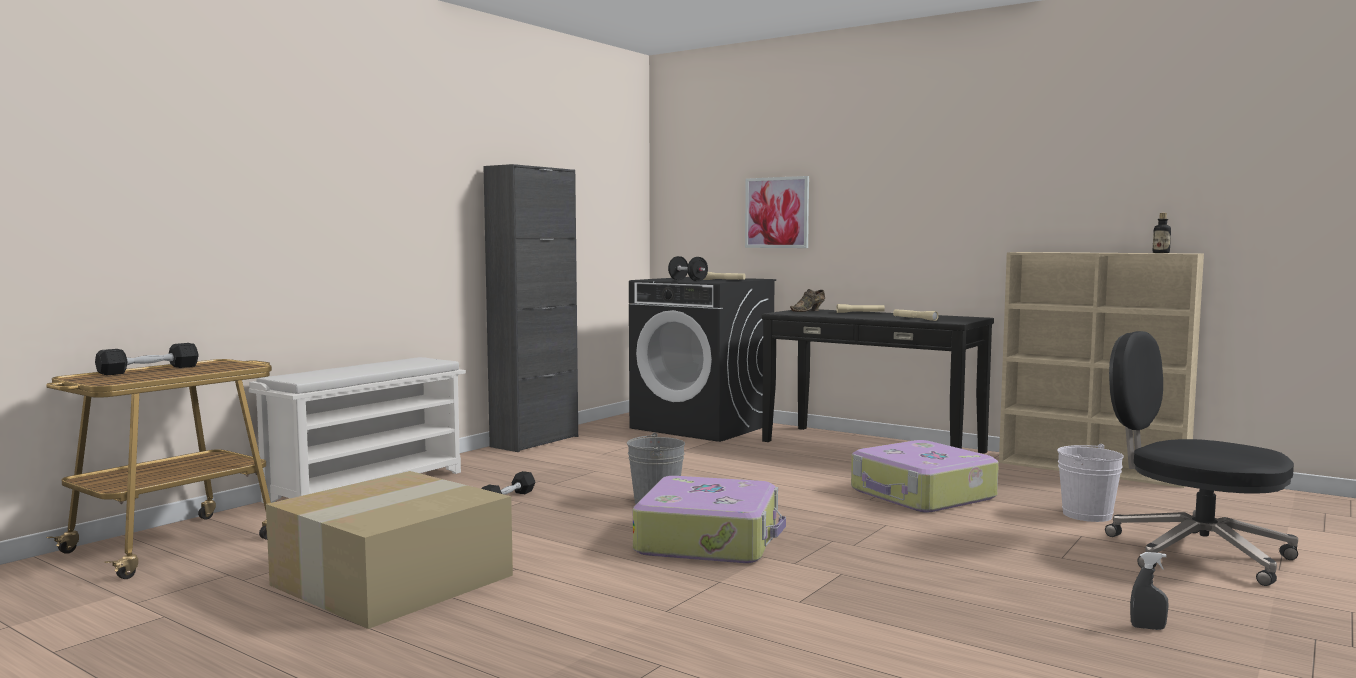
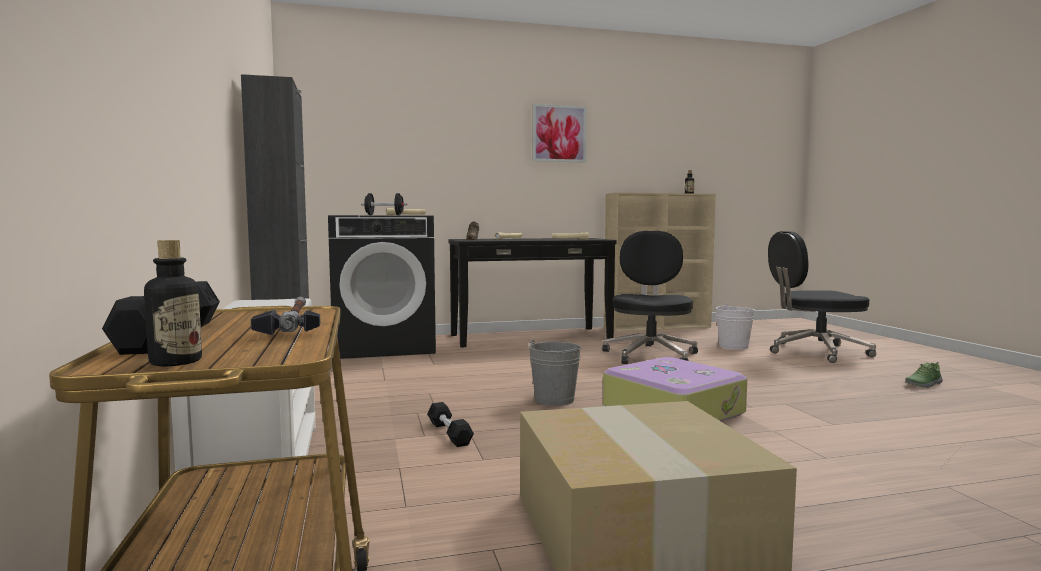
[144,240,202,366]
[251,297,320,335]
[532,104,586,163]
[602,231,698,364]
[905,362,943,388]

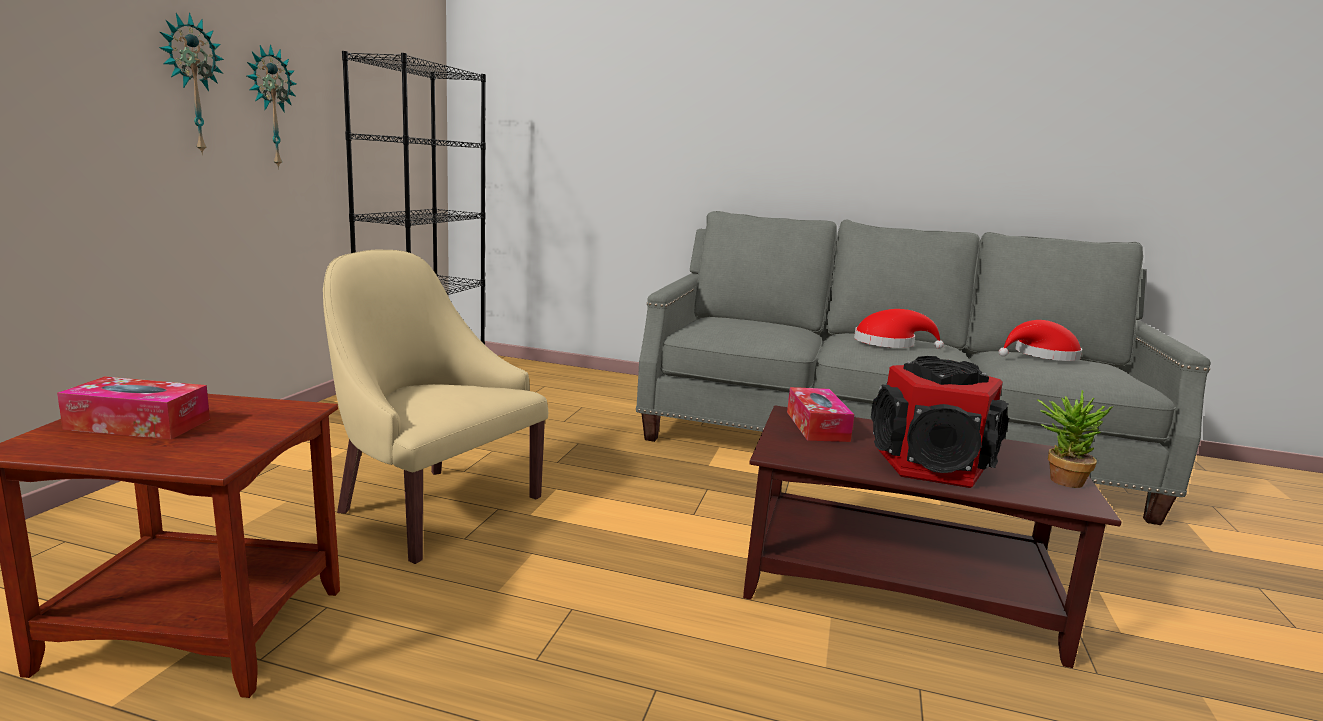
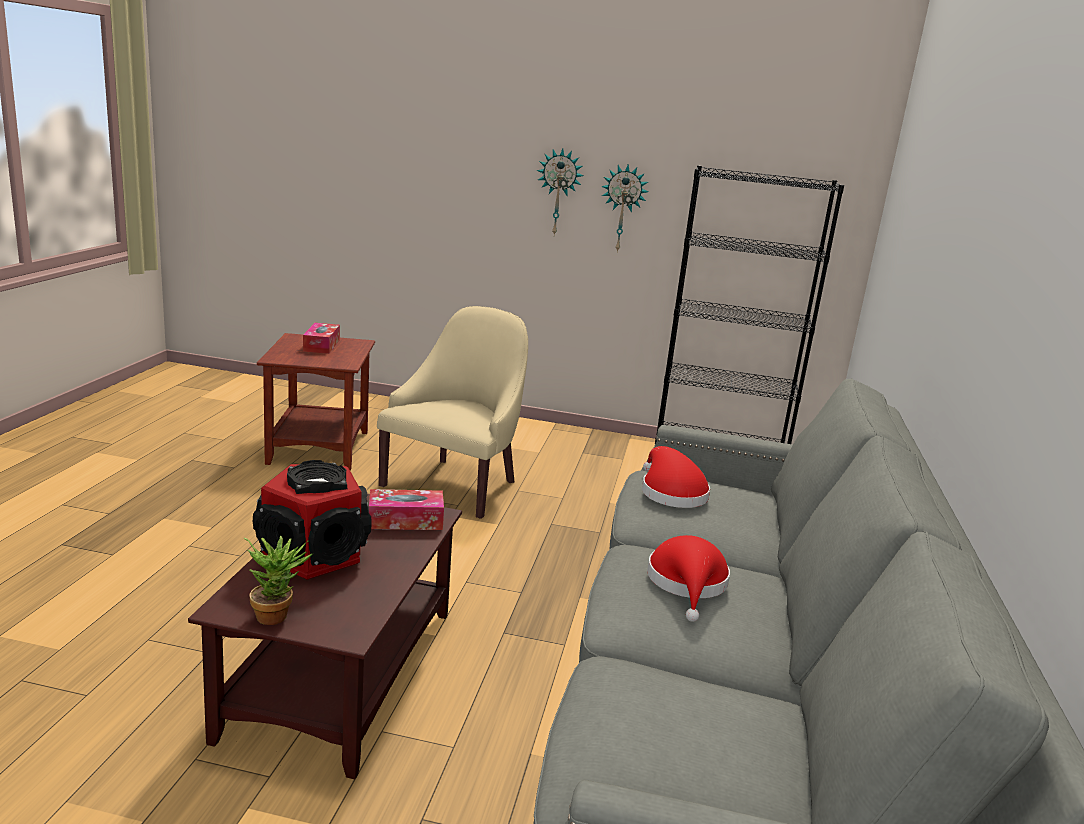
[642,446,710,508]

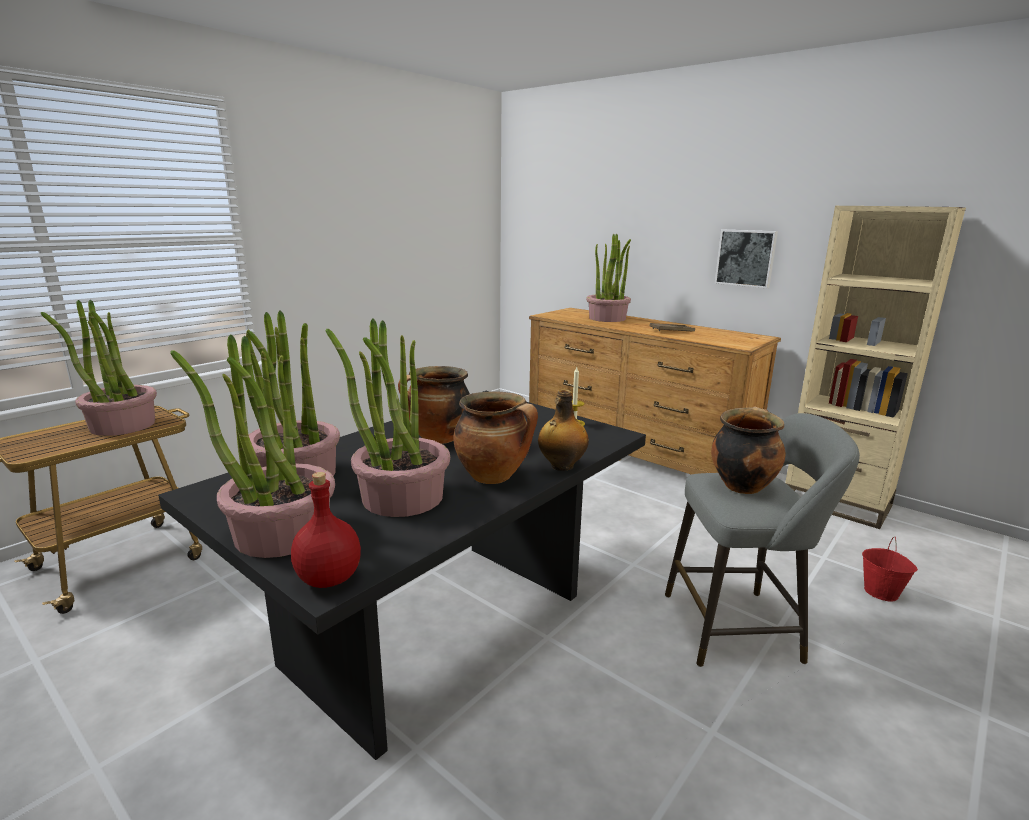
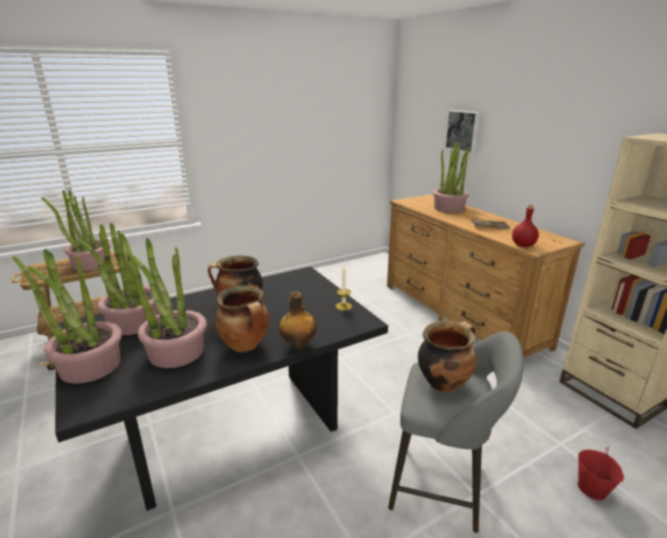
[445,110,480,153]
[512,205,539,247]

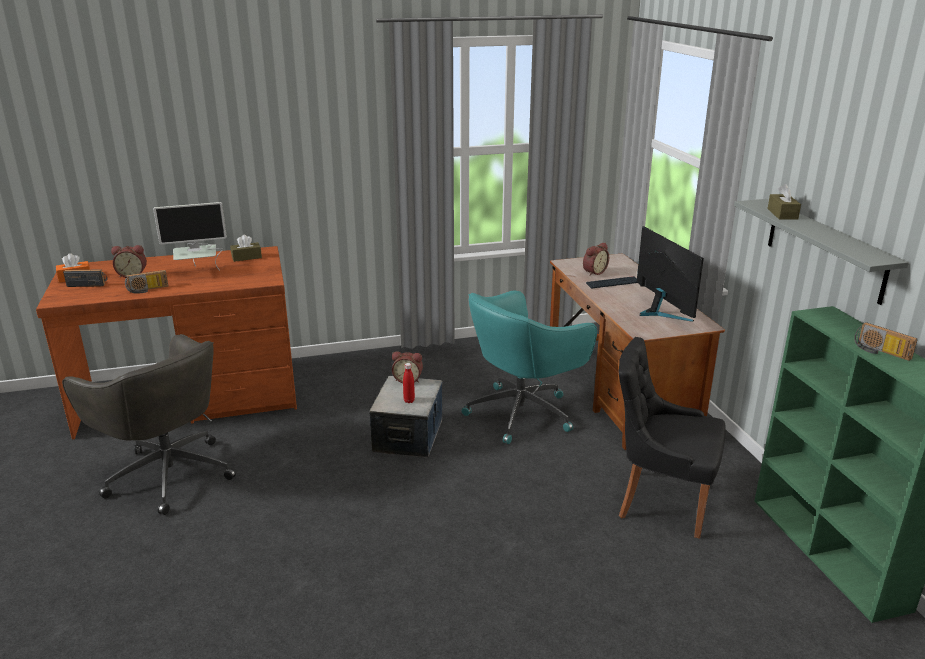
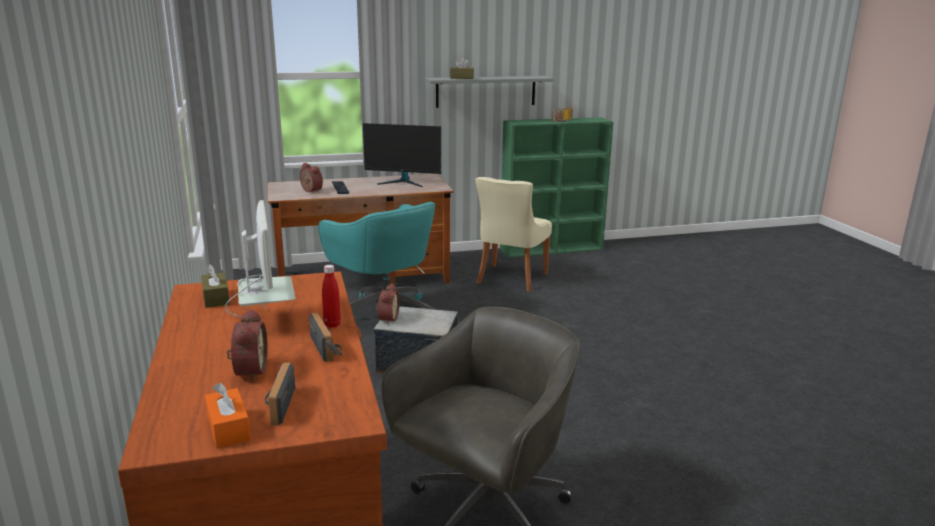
[322,265,341,328]
[363,123,441,187]
[475,177,552,292]

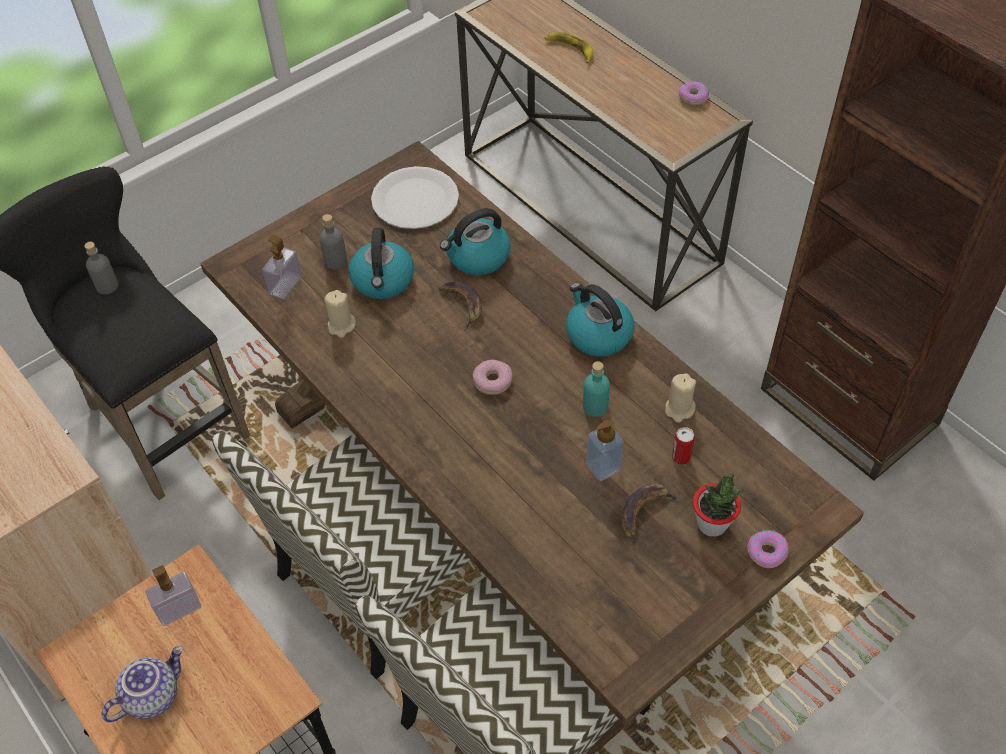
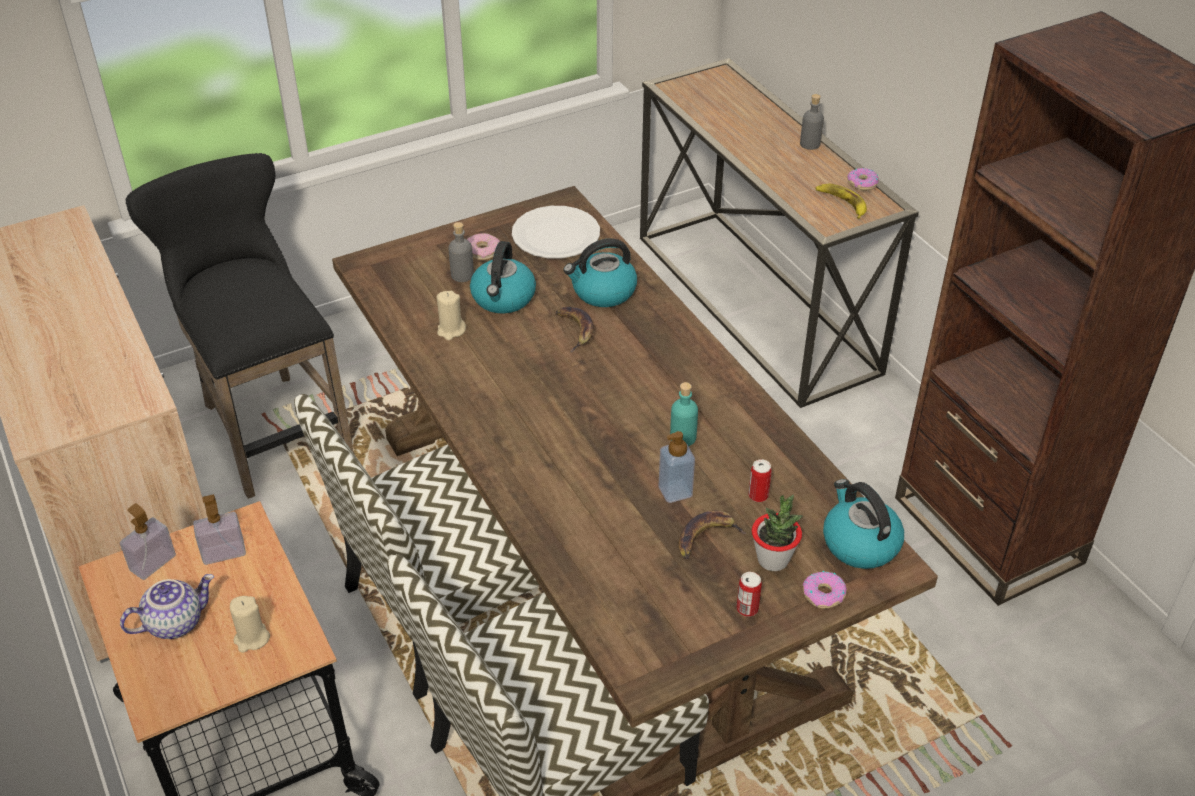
[120,503,176,580]
[230,596,270,653]
[467,233,500,261]
[737,572,762,617]
[800,94,824,150]
[815,184,867,219]
[823,479,904,569]

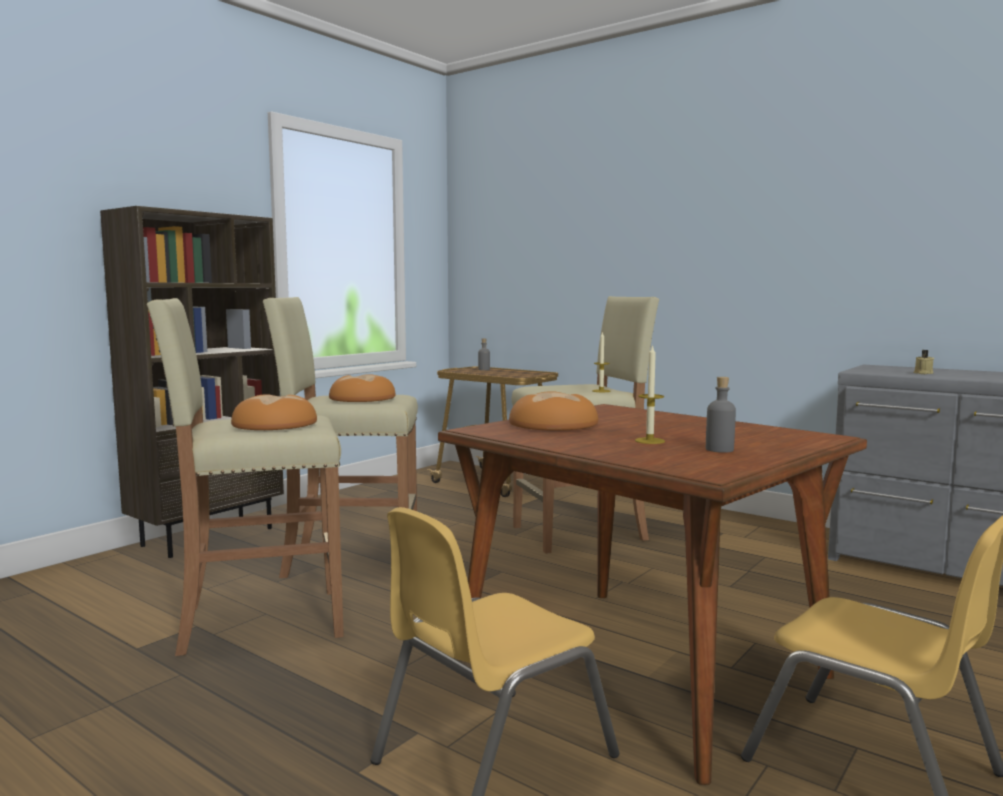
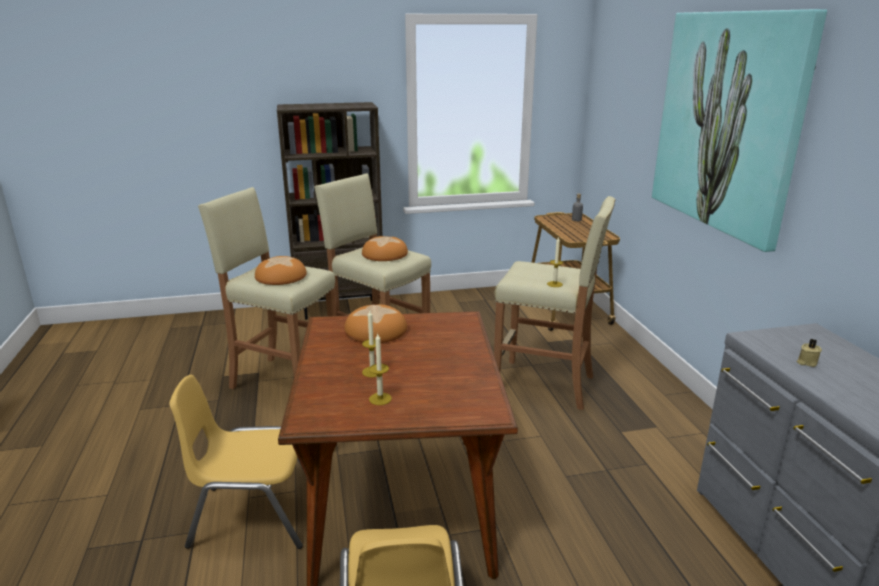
[369,334,392,405]
[652,9,827,252]

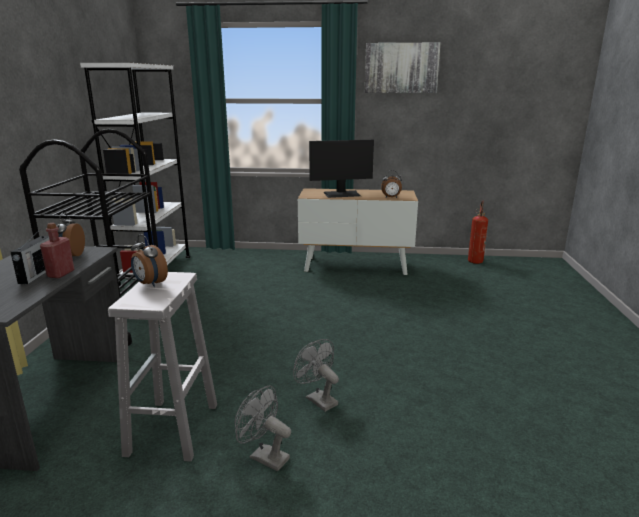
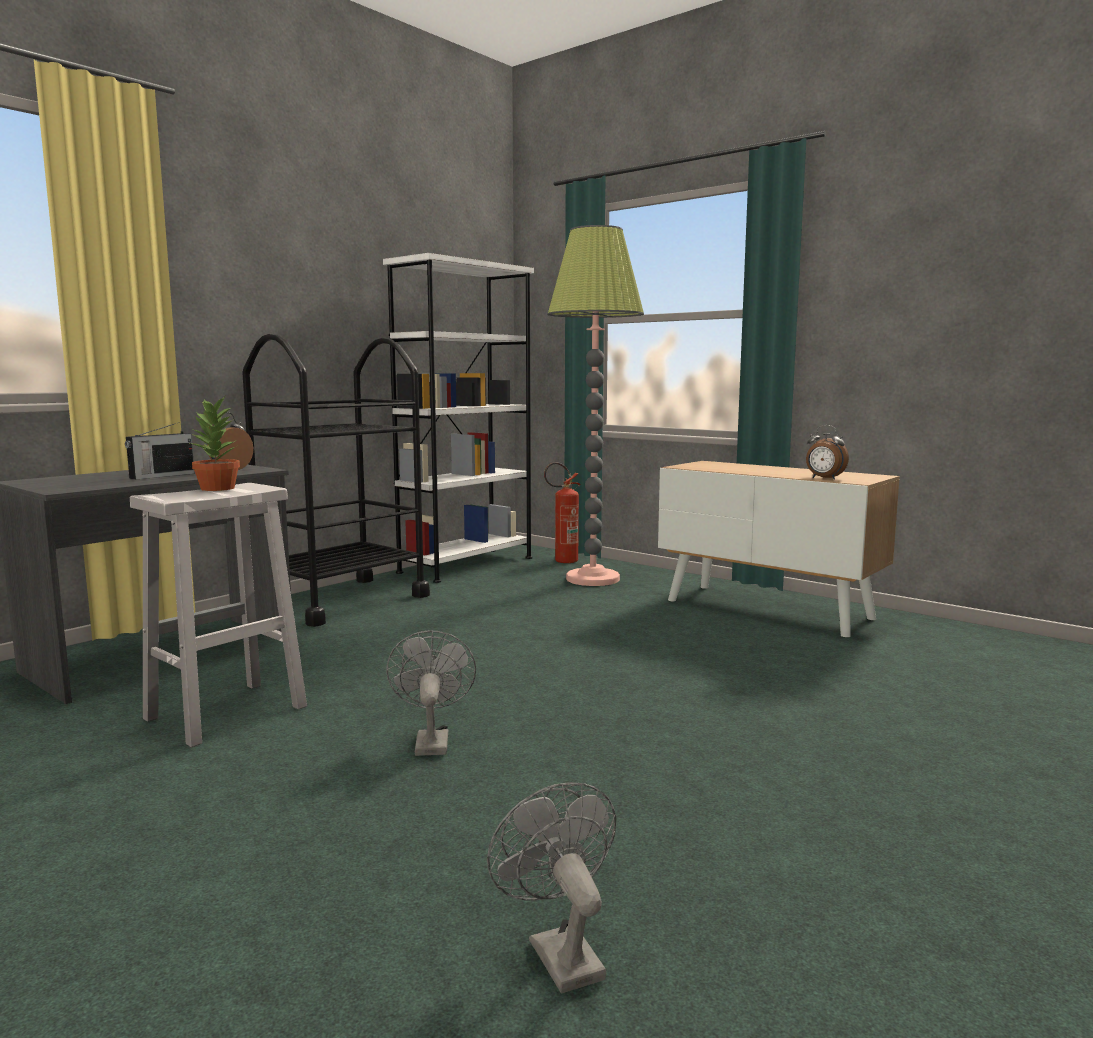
[190,396,240,491]
[487,782,616,993]
[544,462,581,563]
[548,225,644,586]
[40,223,74,278] (first image)
[309,140,374,198] (first image)
[365,43,441,93] (first image)

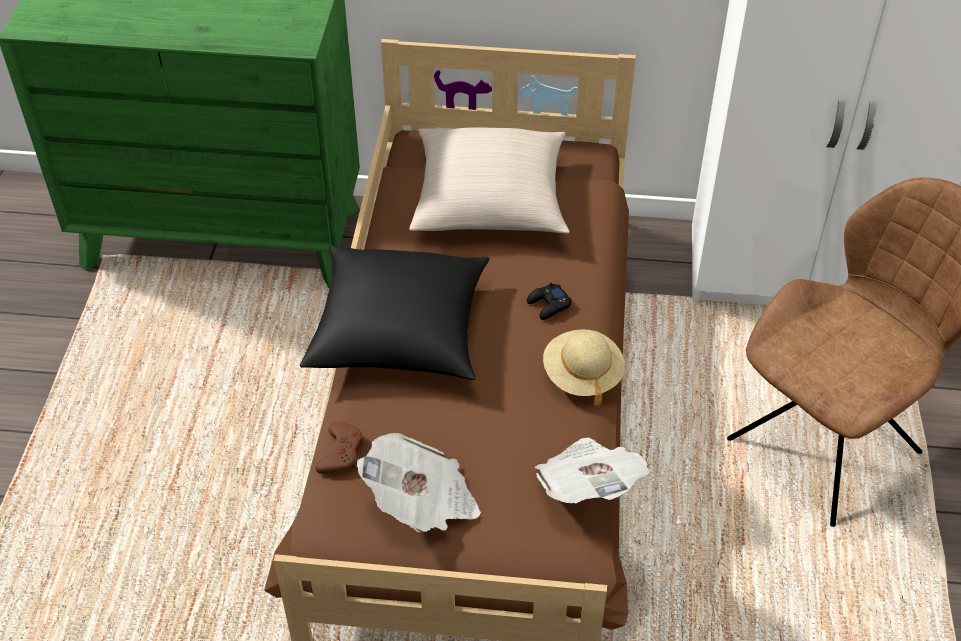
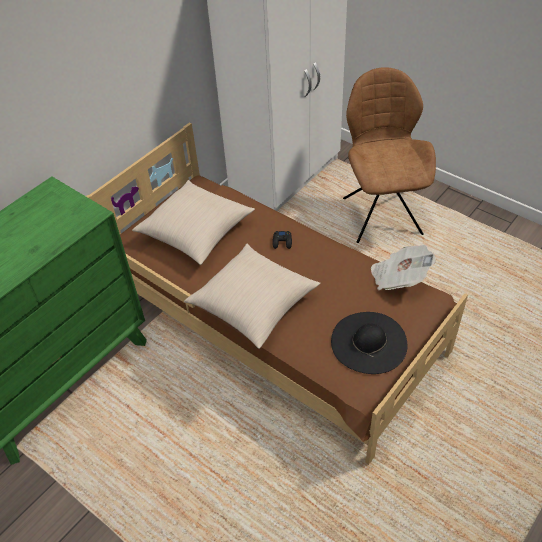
[184,244,320,349]
[331,312,408,374]
[315,422,362,474] (first image)
[543,329,625,406] (first image)

